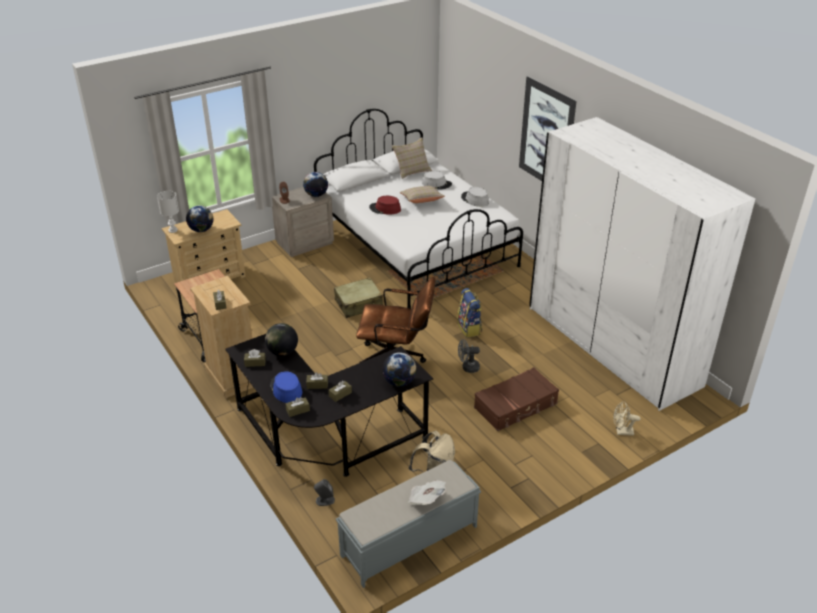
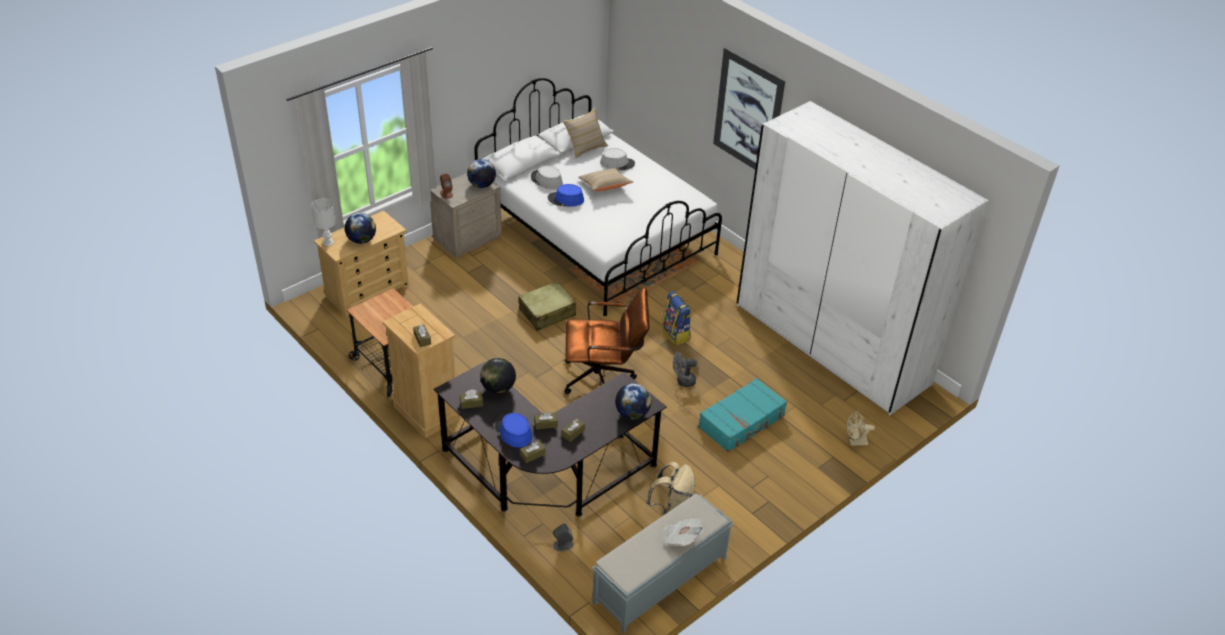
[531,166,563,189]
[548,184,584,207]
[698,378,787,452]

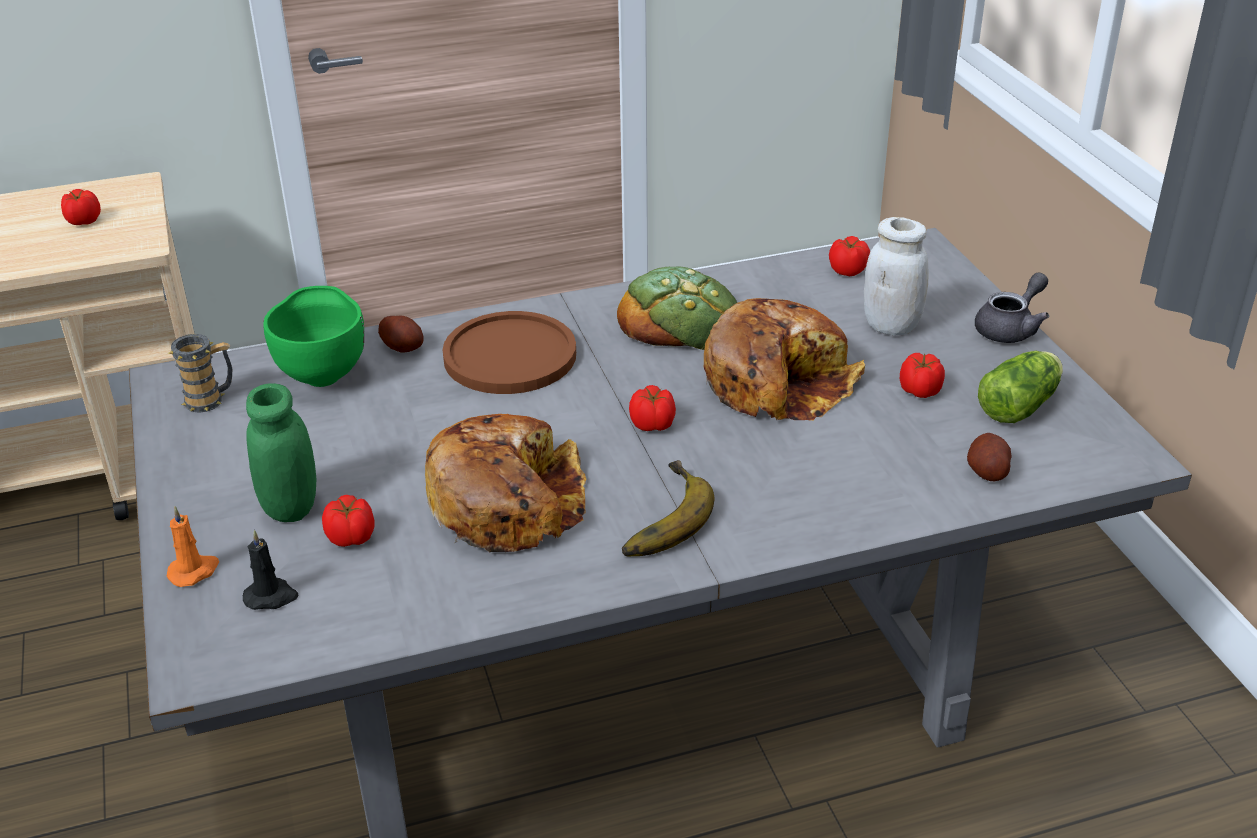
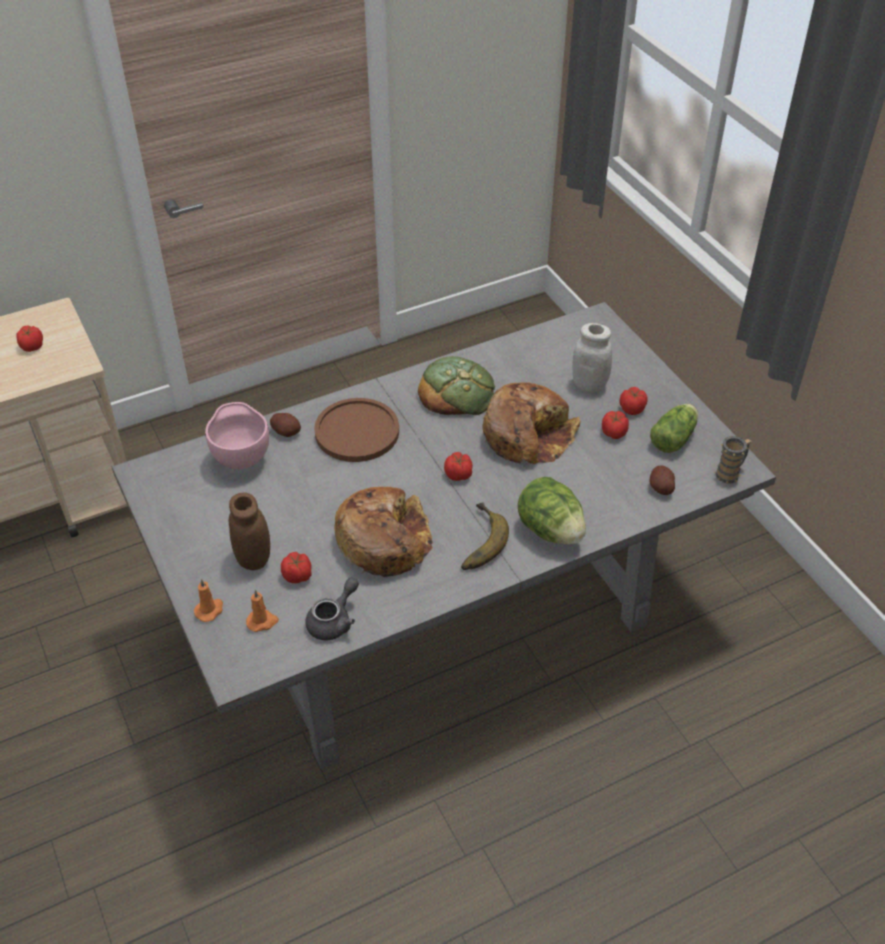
[205,402,269,469]
[229,493,270,570]
[246,590,279,632]
[305,578,359,640]
[518,477,586,544]
[619,387,648,415]
[714,436,752,484]

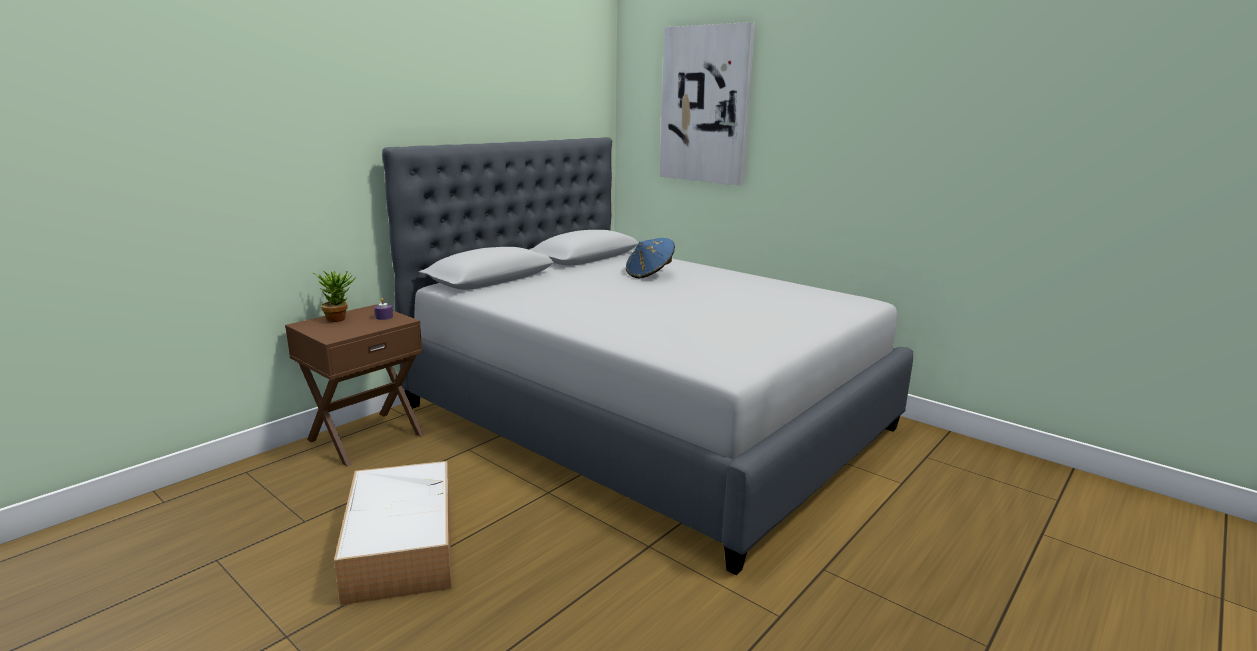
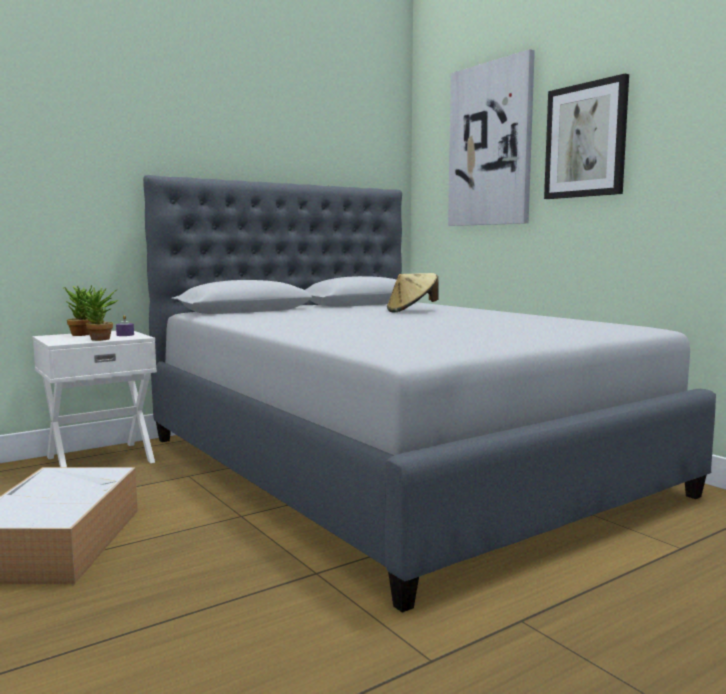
[33,331,157,467]
[78,287,118,341]
[387,273,439,313]
[544,74,629,199]

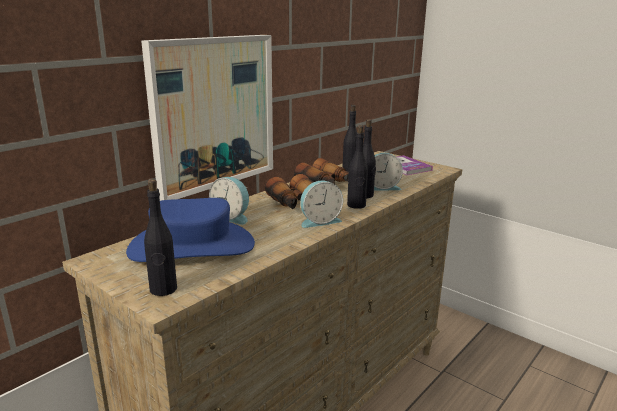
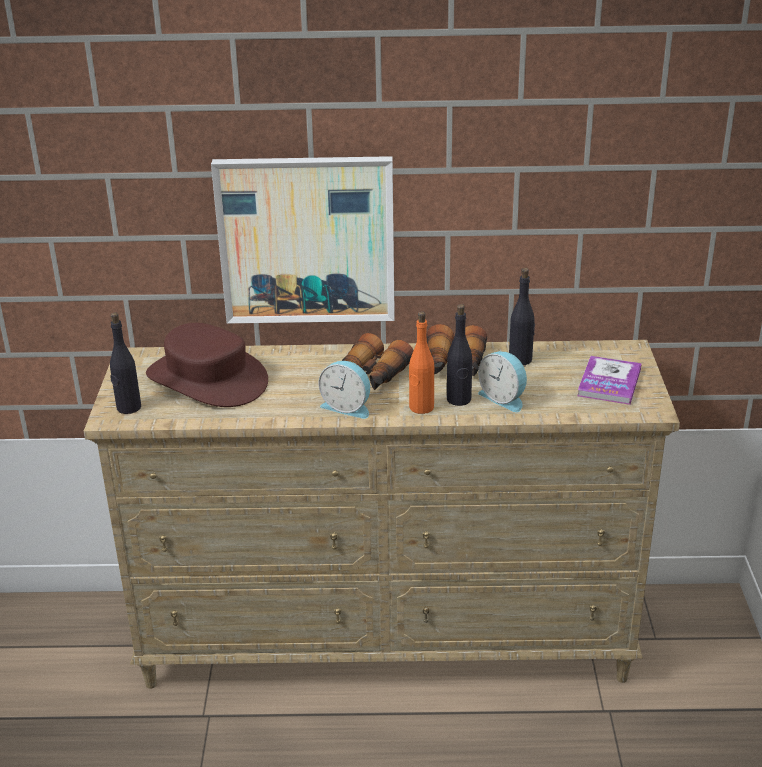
[146,323,268,407]
[409,311,434,414]
[209,177,249,225] (first image)

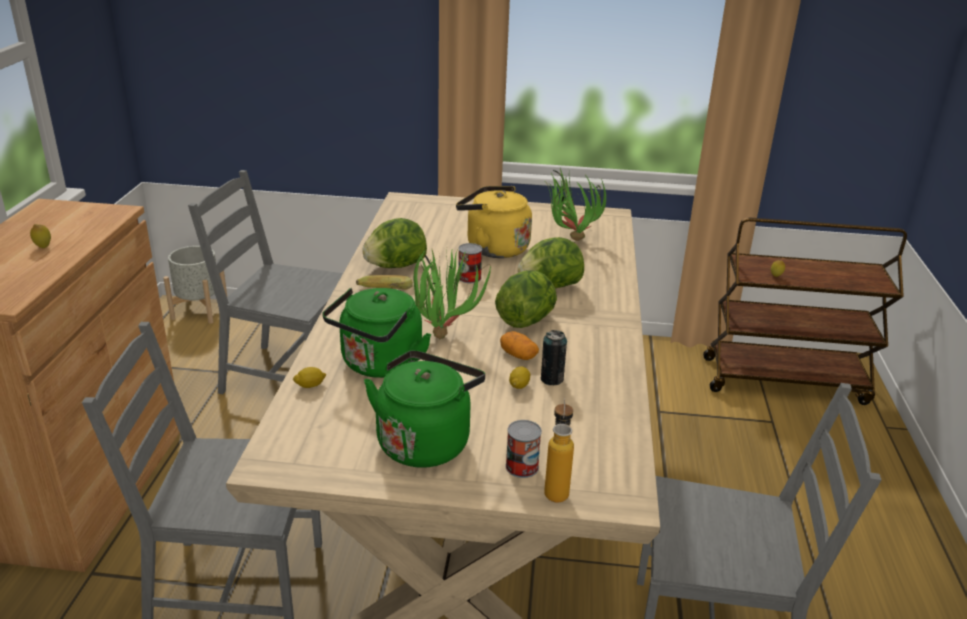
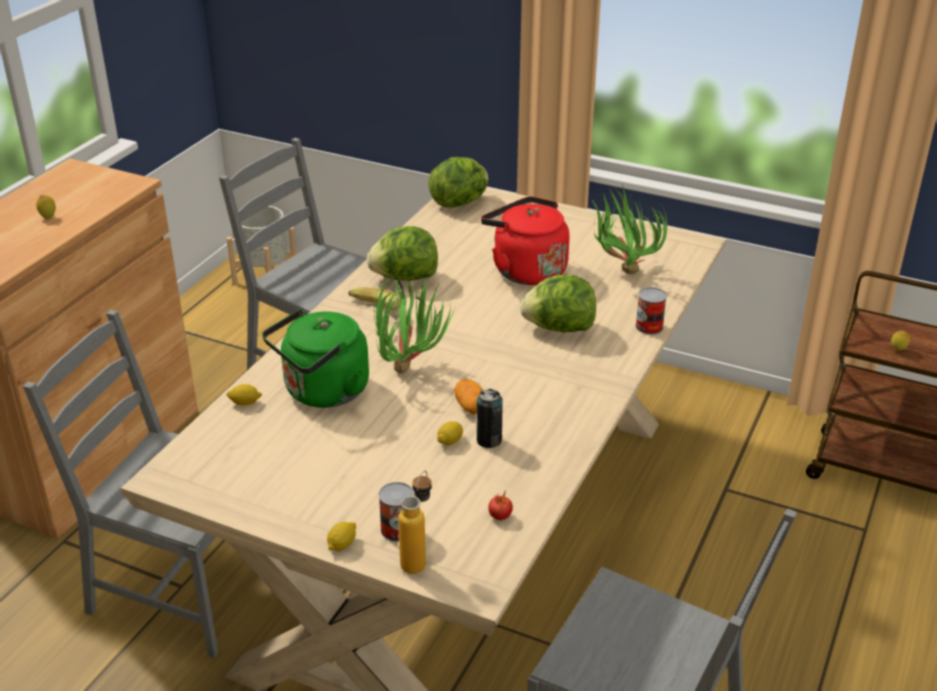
[327,522,356,551]
[428,157,488,207]
[481,196,570,285]
[488,492,513,520]
[636,287,667,335]
[364,350,485,468] (first image)

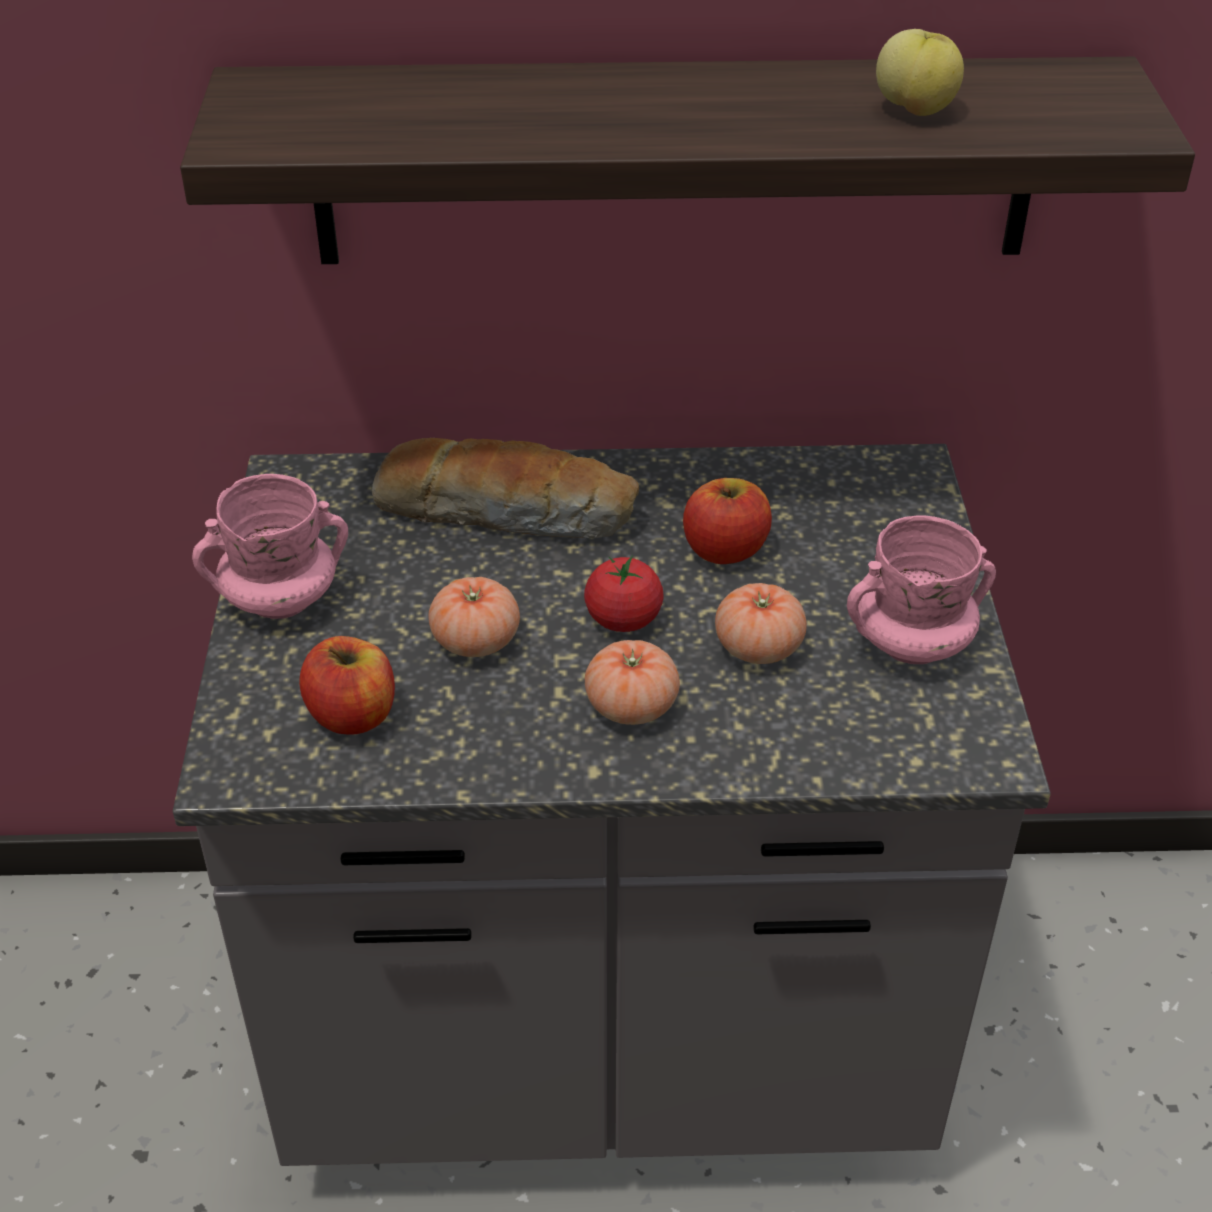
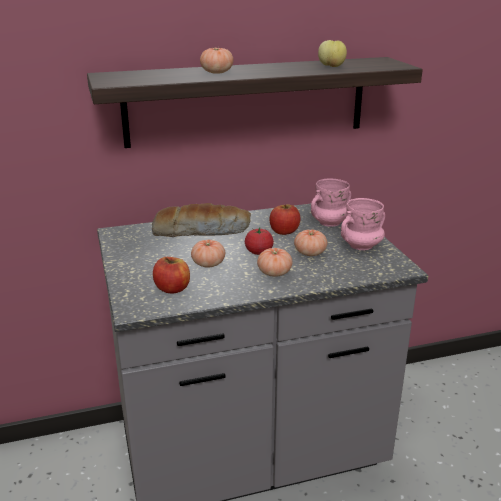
[200,47,233,74]
[311,178,351,227]

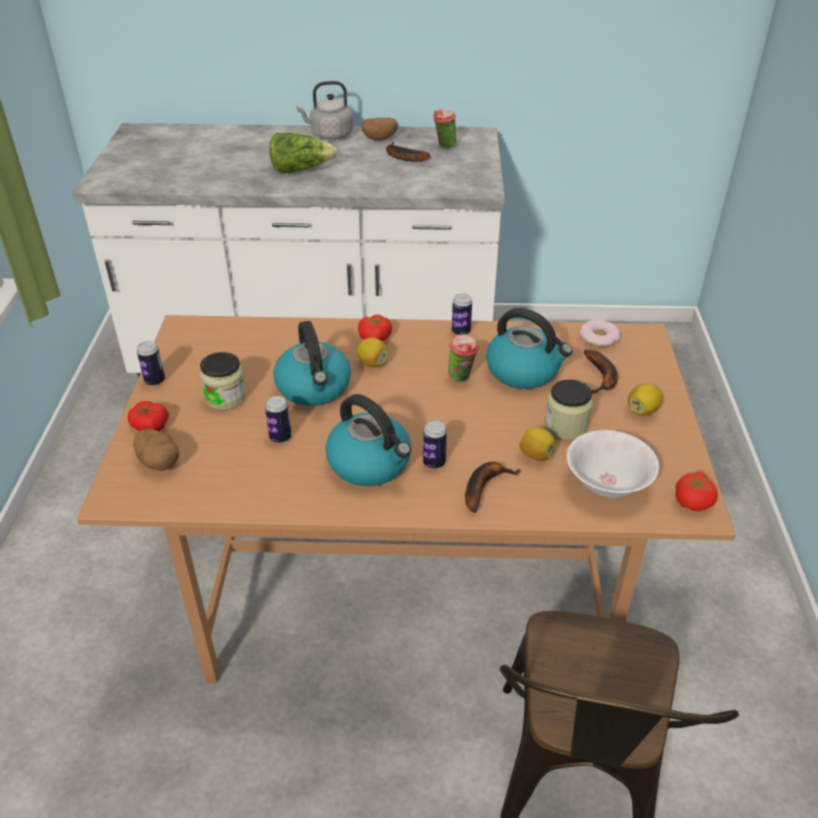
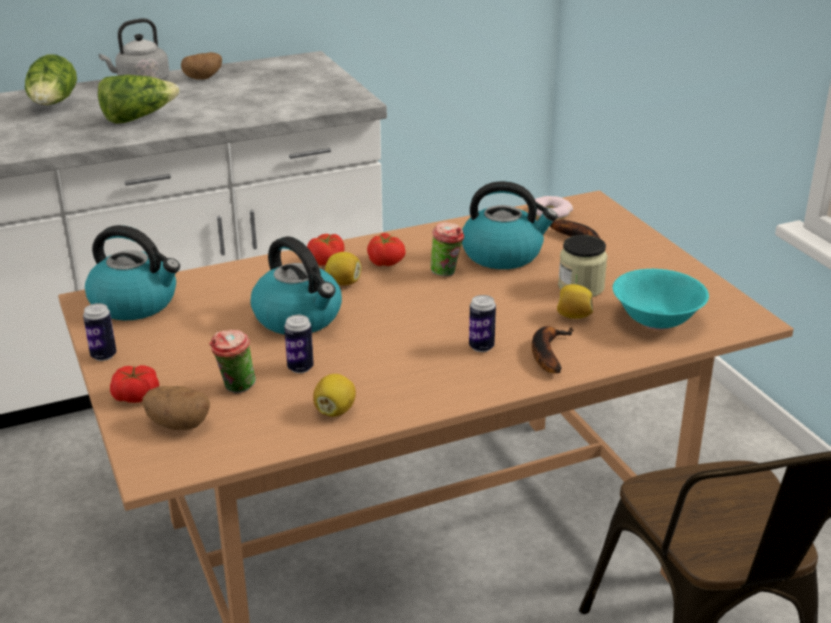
[25,55,77,105]
[85,225,180,320]
[209,330,256,393]
[313,374,356,417]
[367,233,406,266]
[613,269,709,330]
[200,352,247,410] (first image)
[386,142,430,162] (first image)
[452,294,472,335] (first image)

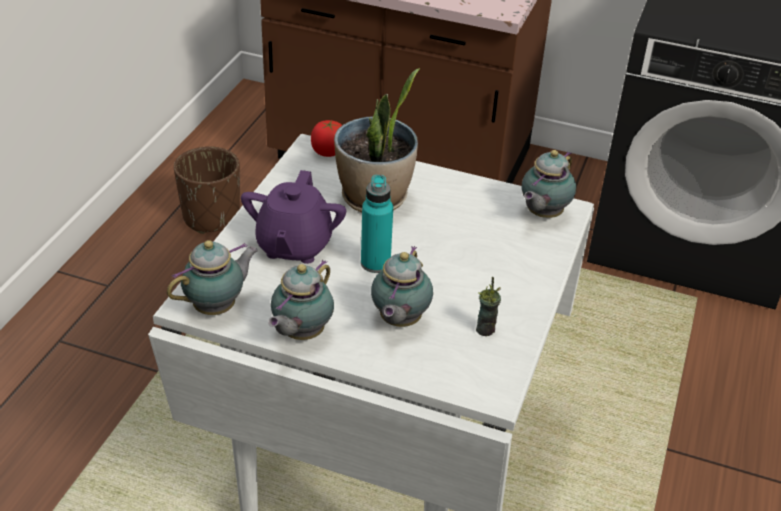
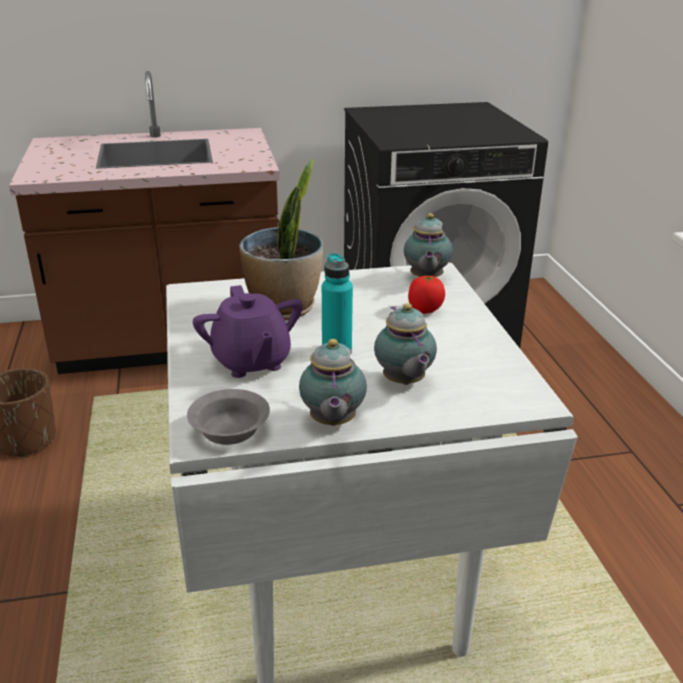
[187,389,270,445]
[408,275,445,314]
[476,277,501,336] (first image)

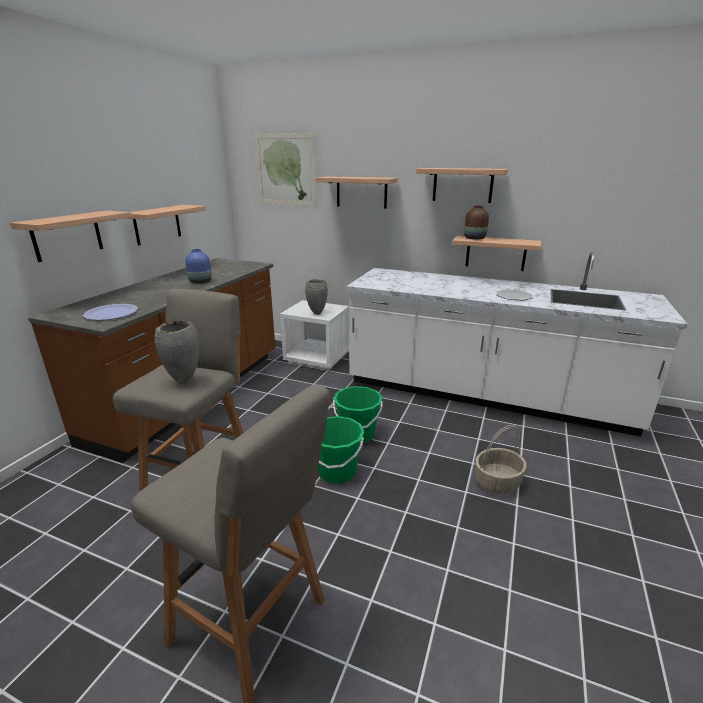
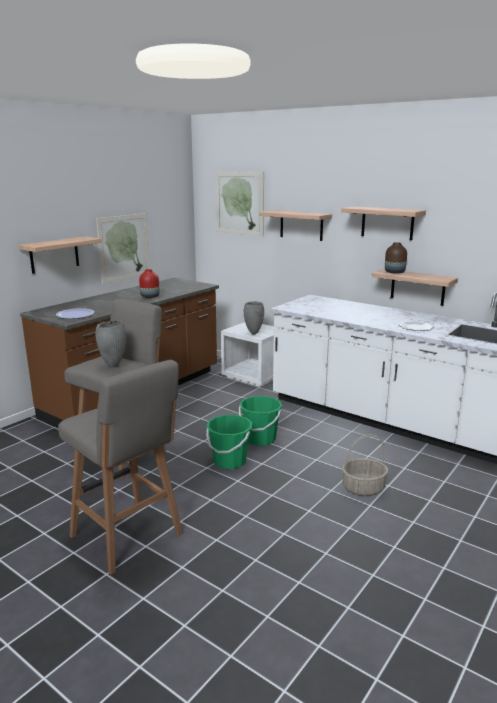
[96,213,150,284]
[139,269,159,298]

